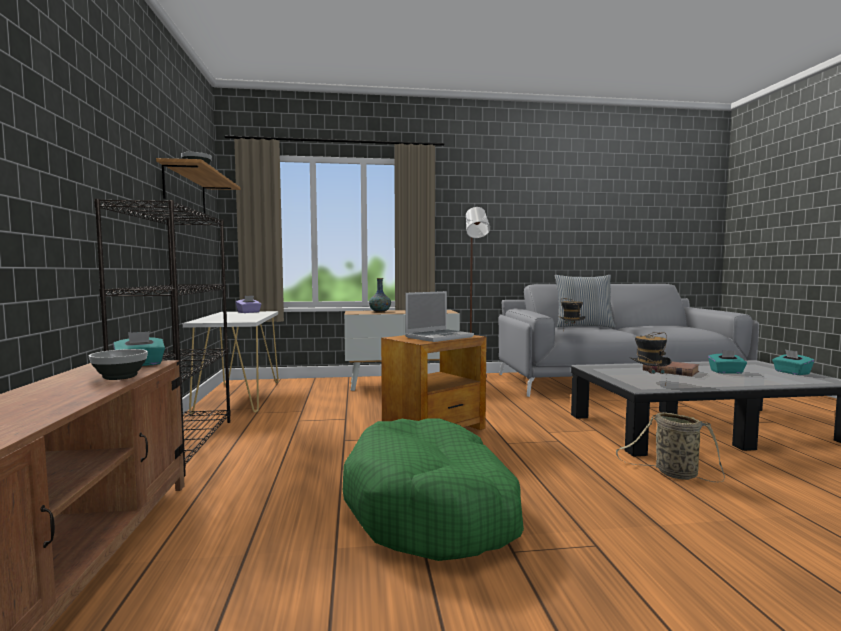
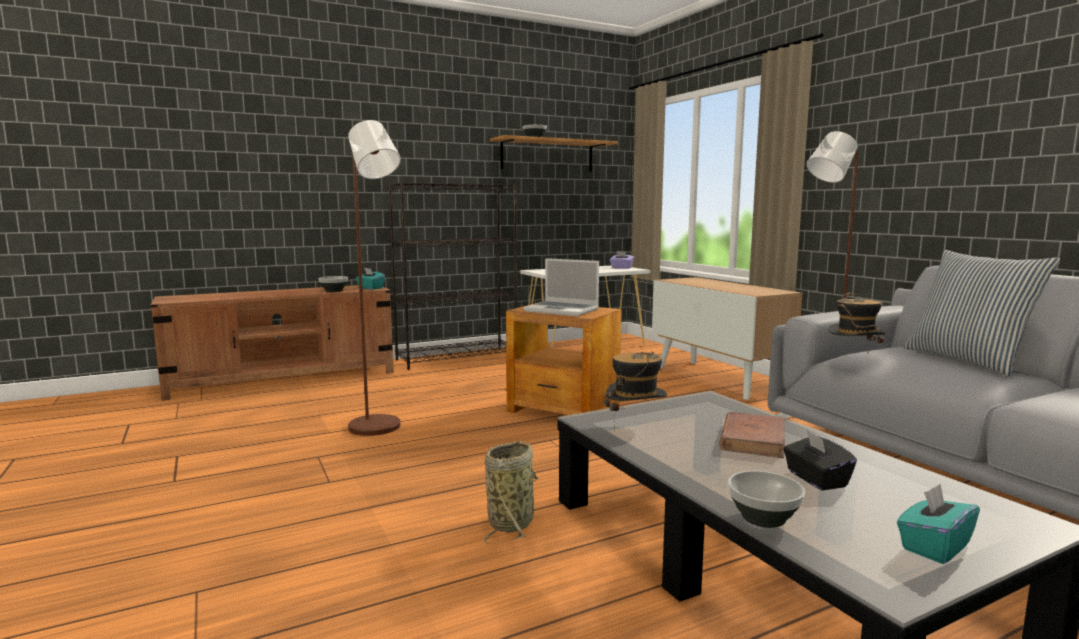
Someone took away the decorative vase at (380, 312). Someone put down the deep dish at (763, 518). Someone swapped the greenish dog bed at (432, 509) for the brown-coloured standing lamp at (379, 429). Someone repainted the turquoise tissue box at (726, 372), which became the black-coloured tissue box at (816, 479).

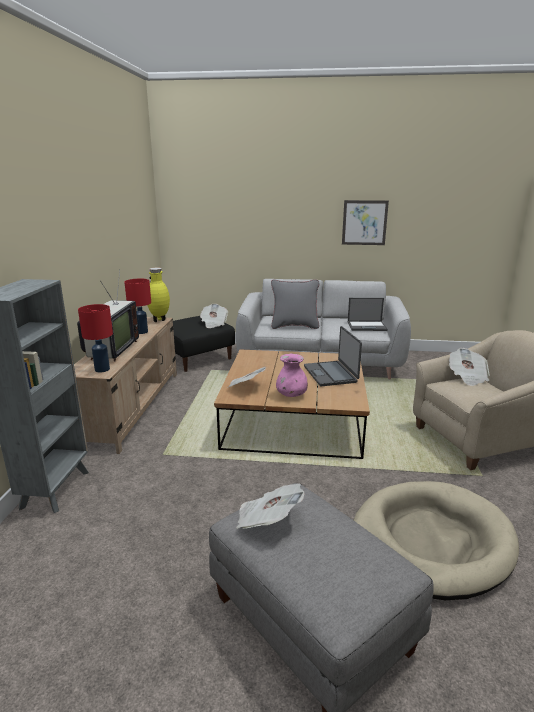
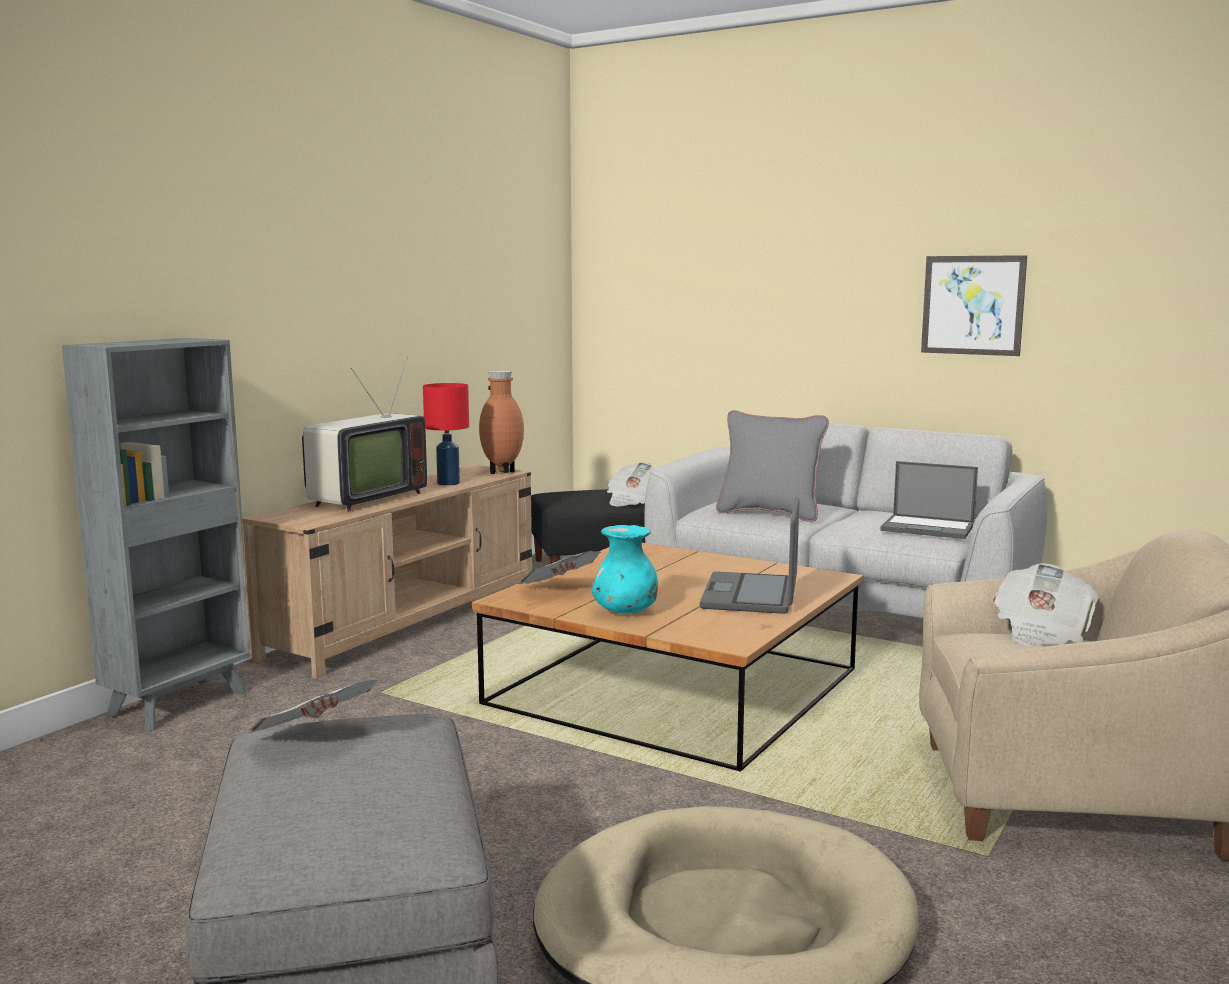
Someone took away the red lamp for a table at (102, 369). Someone repainted the yellowish decorative vase at (160, 320), which became the brown-coloured decorative vase at (502, 472). Someone repainted the pink decorative vase at (291, 395), which became the turquoise decorative vase at (625, 612).

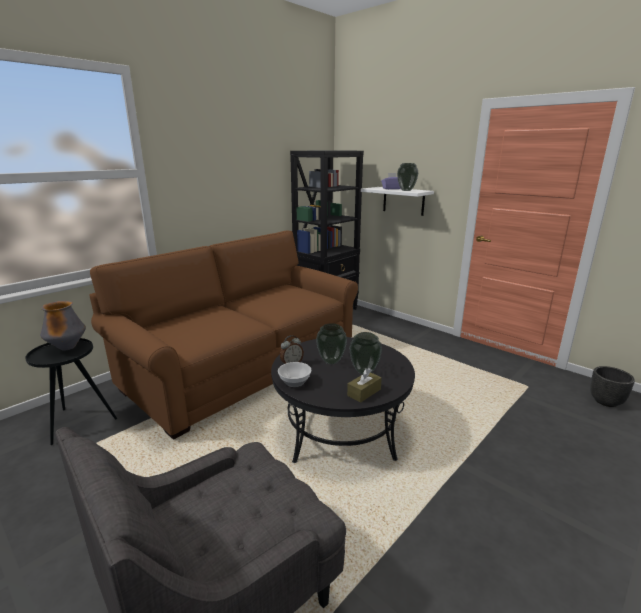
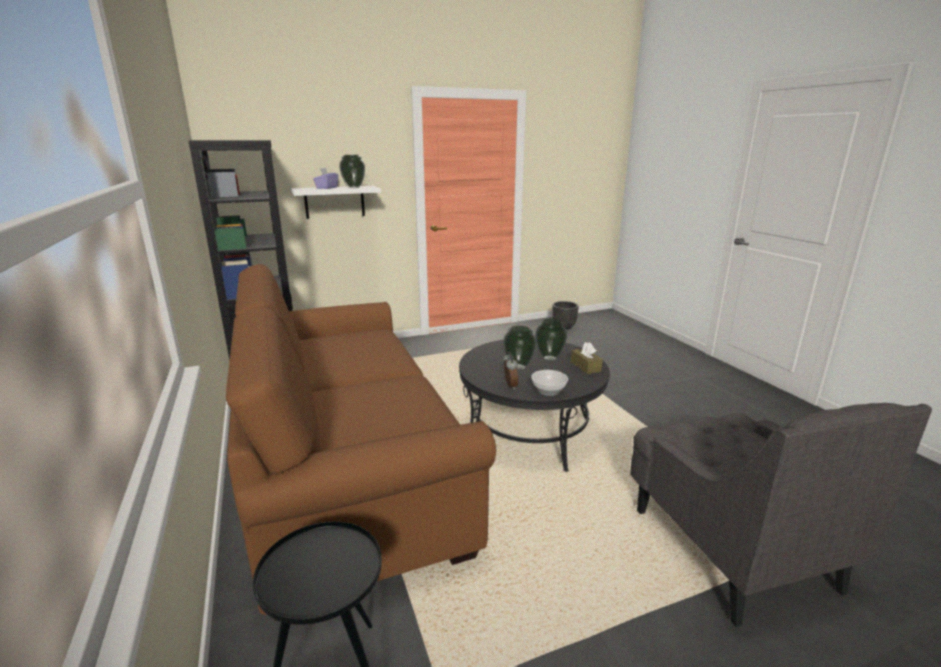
Someone took away the decorative vase at (67, 347).

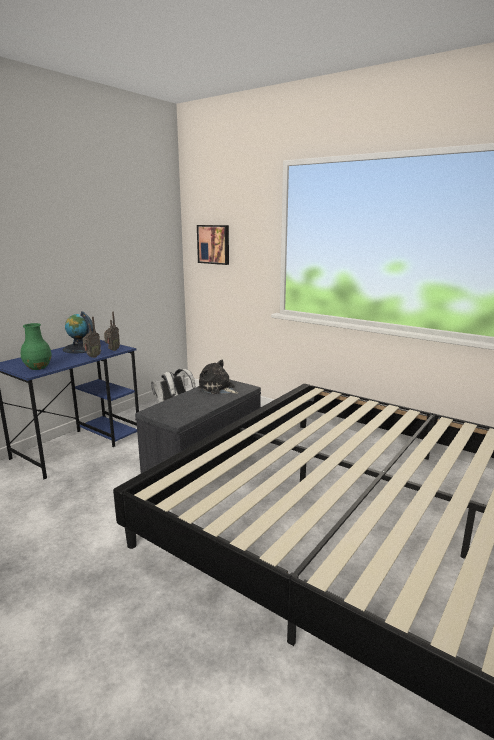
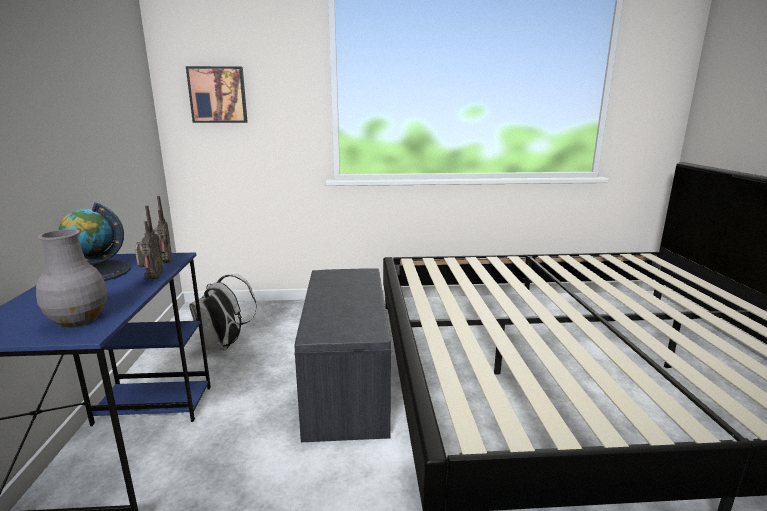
Someone took away the cuddly toy at (218, 388). Someone repainted the greenish decorative vase at (38, 367), which became the gray decorative vase at (78, 320).

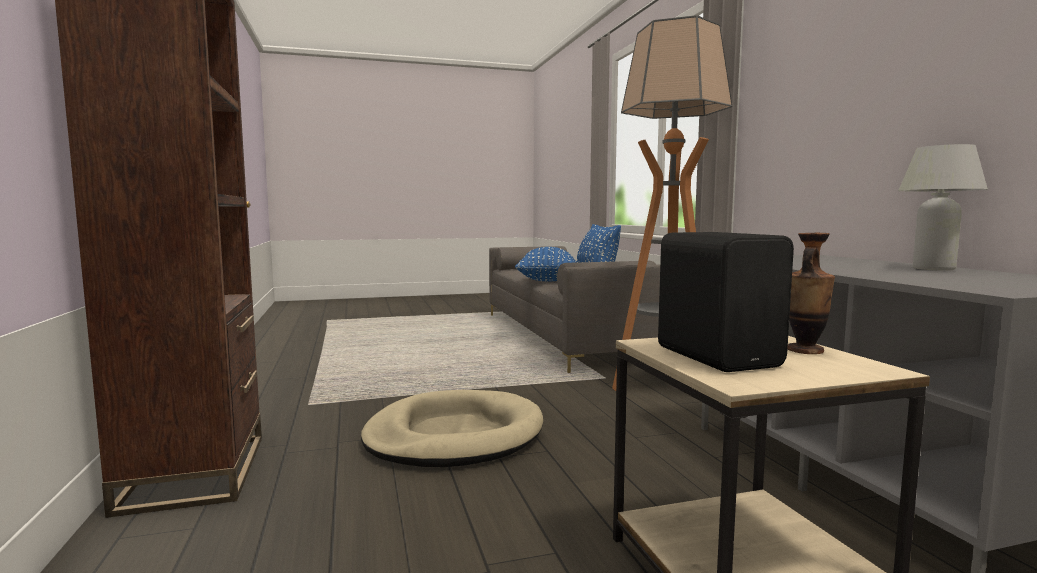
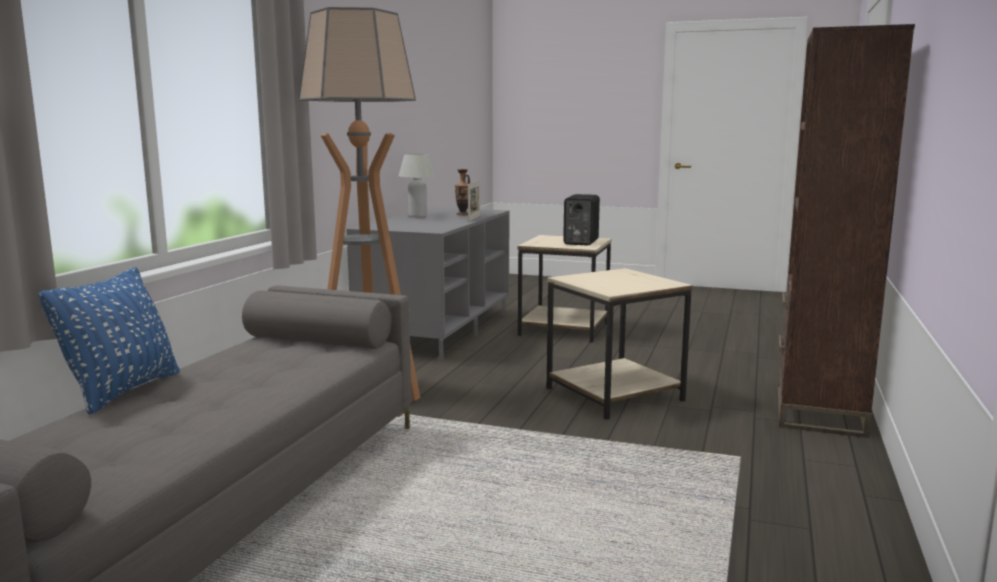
Someone took away the bluish pillow at (547, 281). Someone put down the standing frame at (474, 218). Someone carried the decorative vase from (805, 350) to (463, 214). Someone swapped the beige dog bed at (454, 436) for the beige end table at (616, 394).

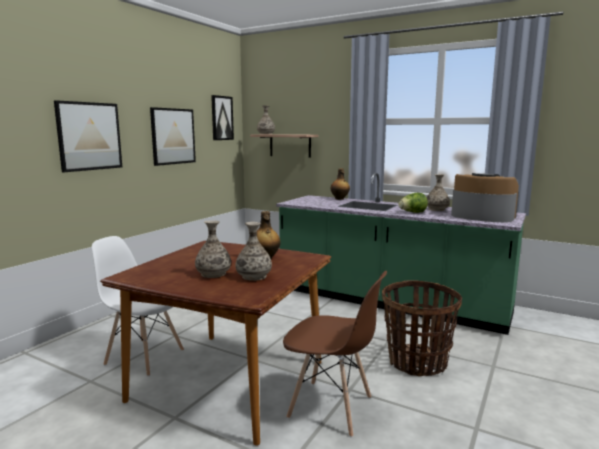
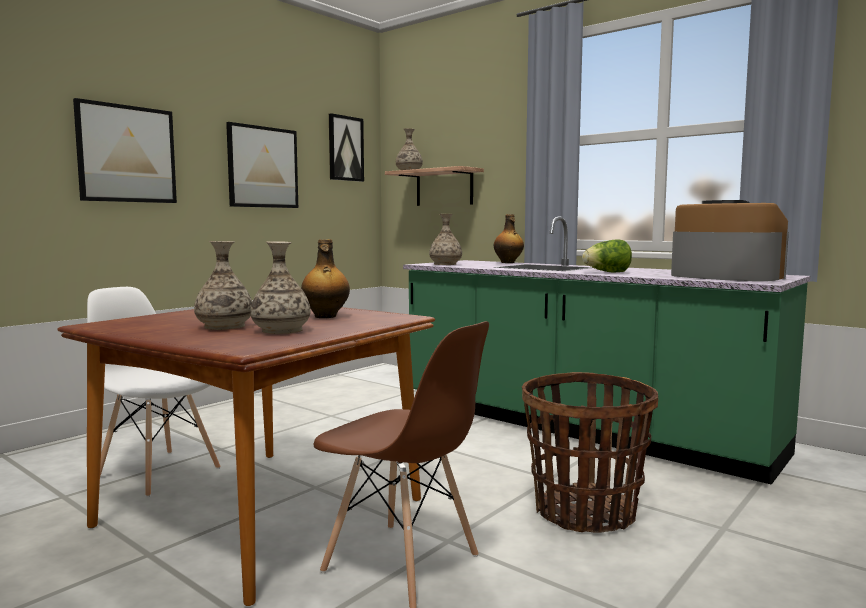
Someone carried the decorative vase from (436, 209) to (445, 264).

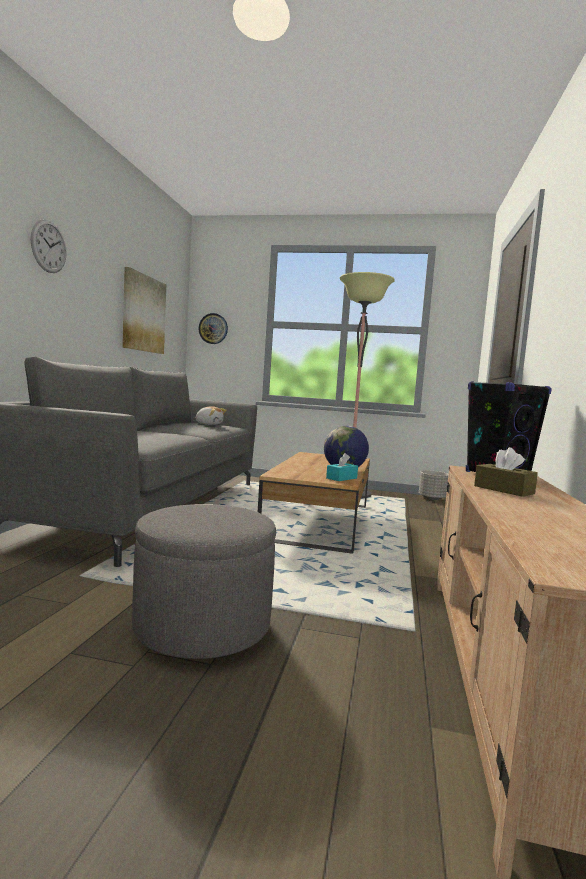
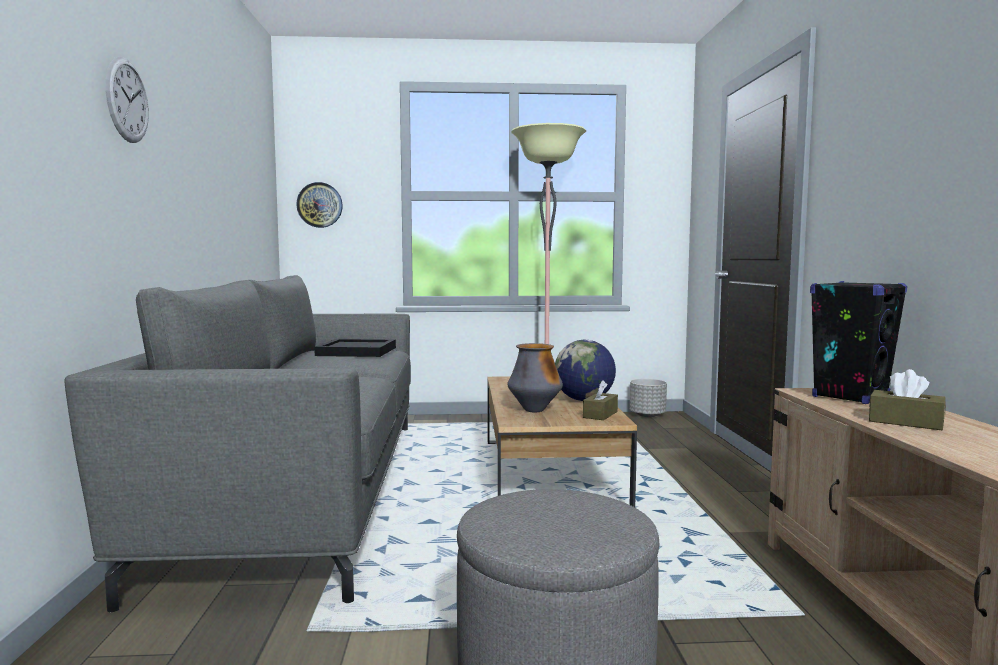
Someone took away the picture at (143, 313). Someone put down the decorative vase at (534, 410). Someone swapped the cuddly toy at (209, 424) for the black-coloured carrying tray at (356, 351). Someone repainted the turquoise tissue box at (341, 478), which became the brown-coloured tissue box at (600, 414).

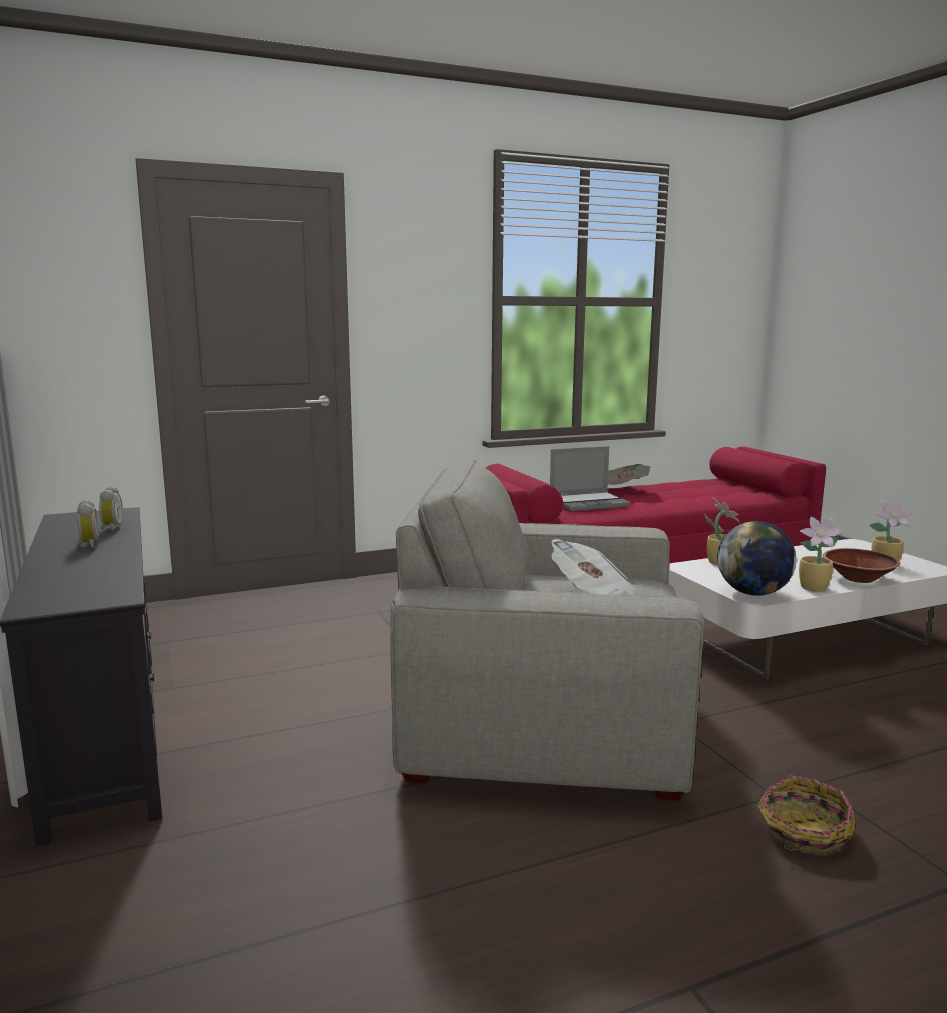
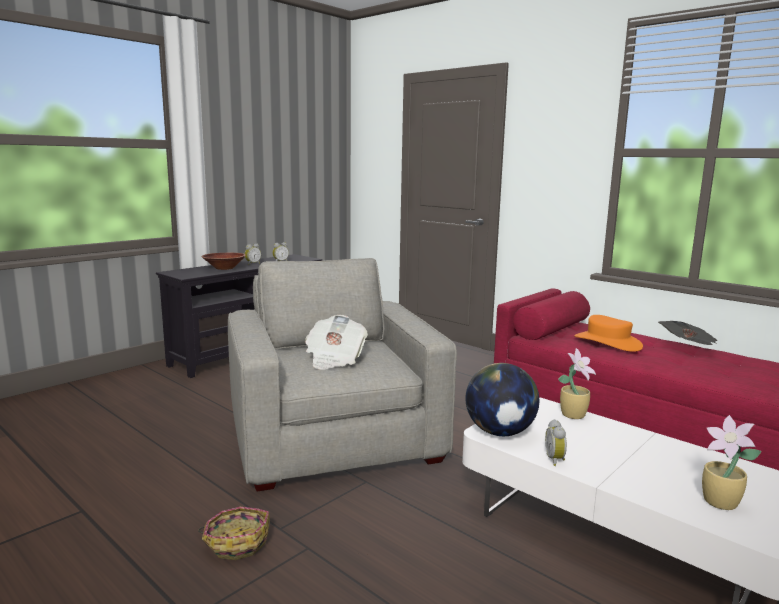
Someone carried the brown-coloured deep dish from (858, 578) to (224, 268). Someone swapped the laptop at (589, 503) for the orange-coloured hat at (607, 342). Someone swapped the houseplant at (815, 588) for the alarm clock at (556, 460).

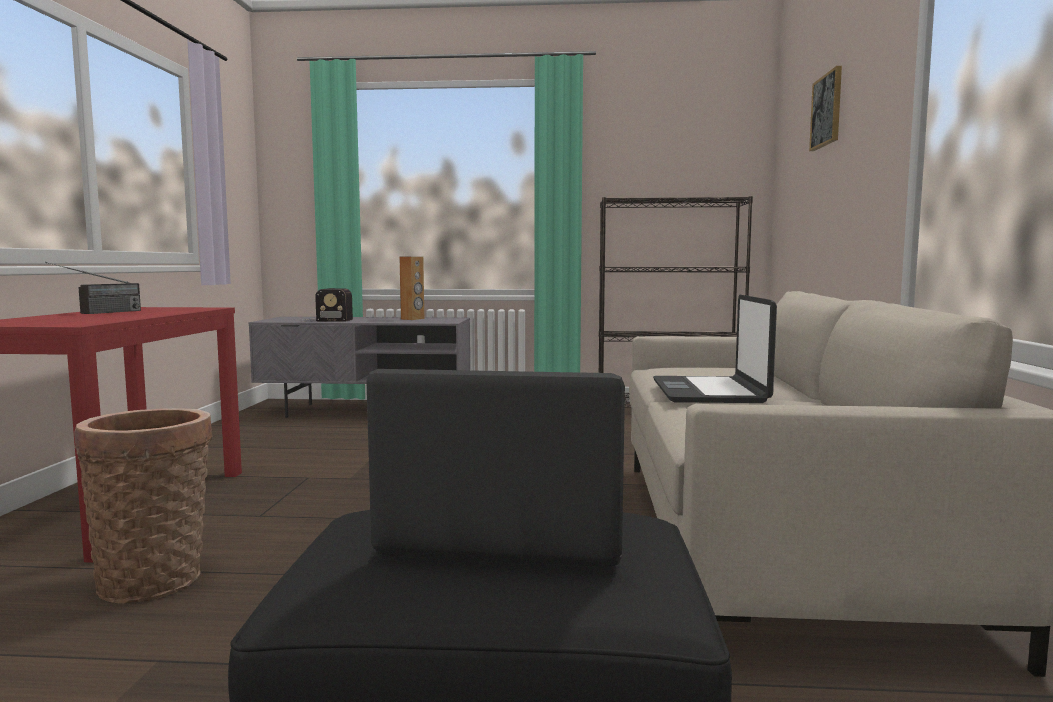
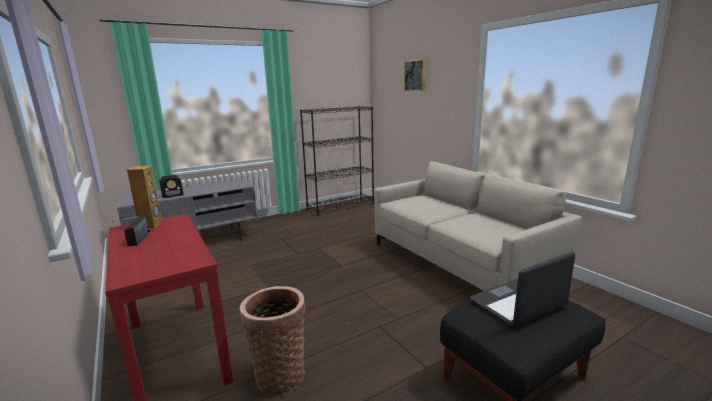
Someone took away the laptop at (710, 392). Someone carried the brown-coloured speaker from (412, 319) to (151, 225).

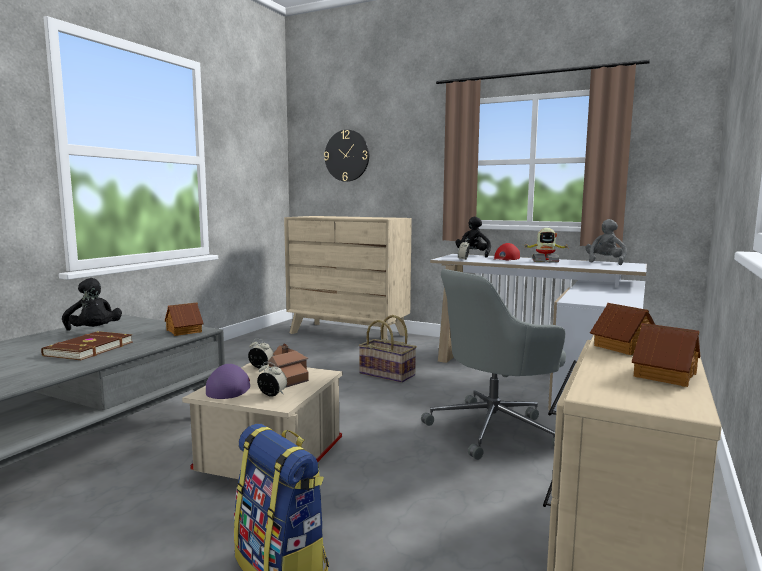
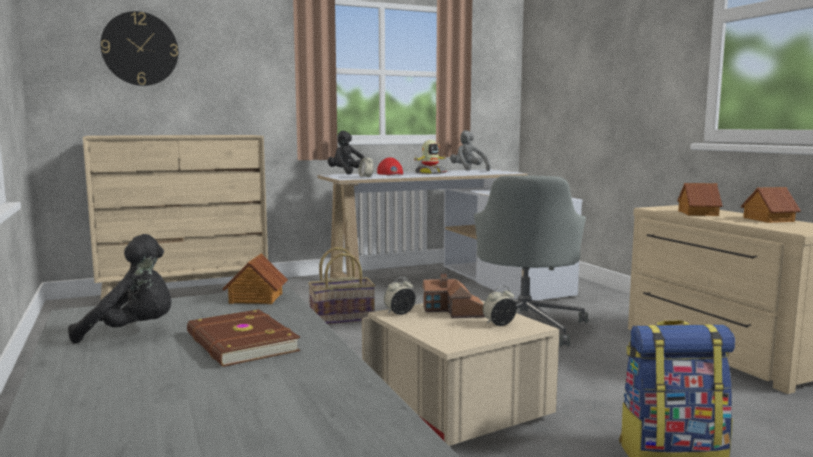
Someone took away the purplish cap at (230, 388).

